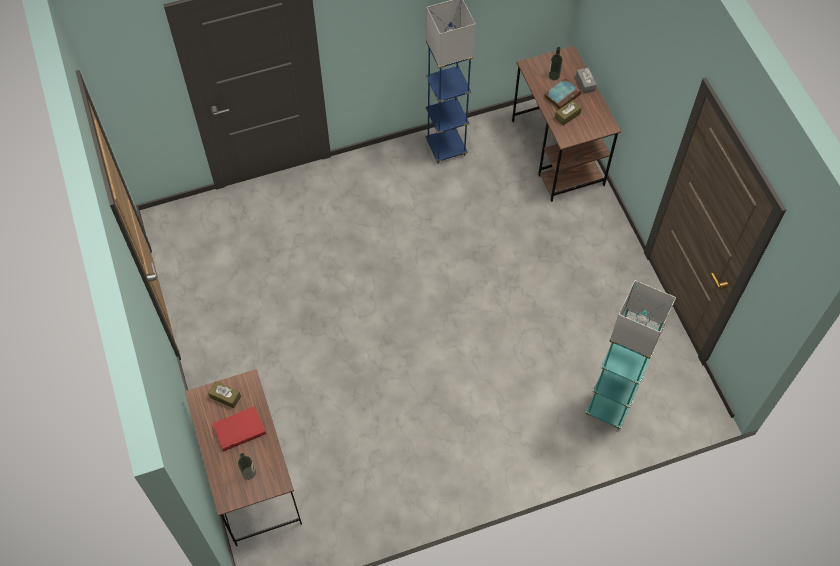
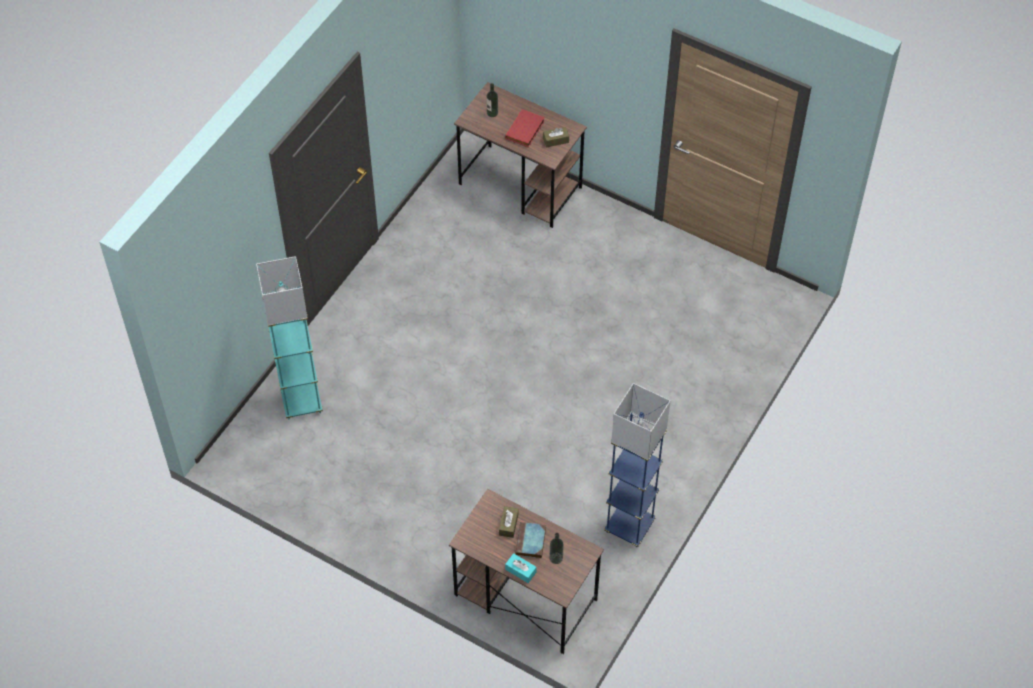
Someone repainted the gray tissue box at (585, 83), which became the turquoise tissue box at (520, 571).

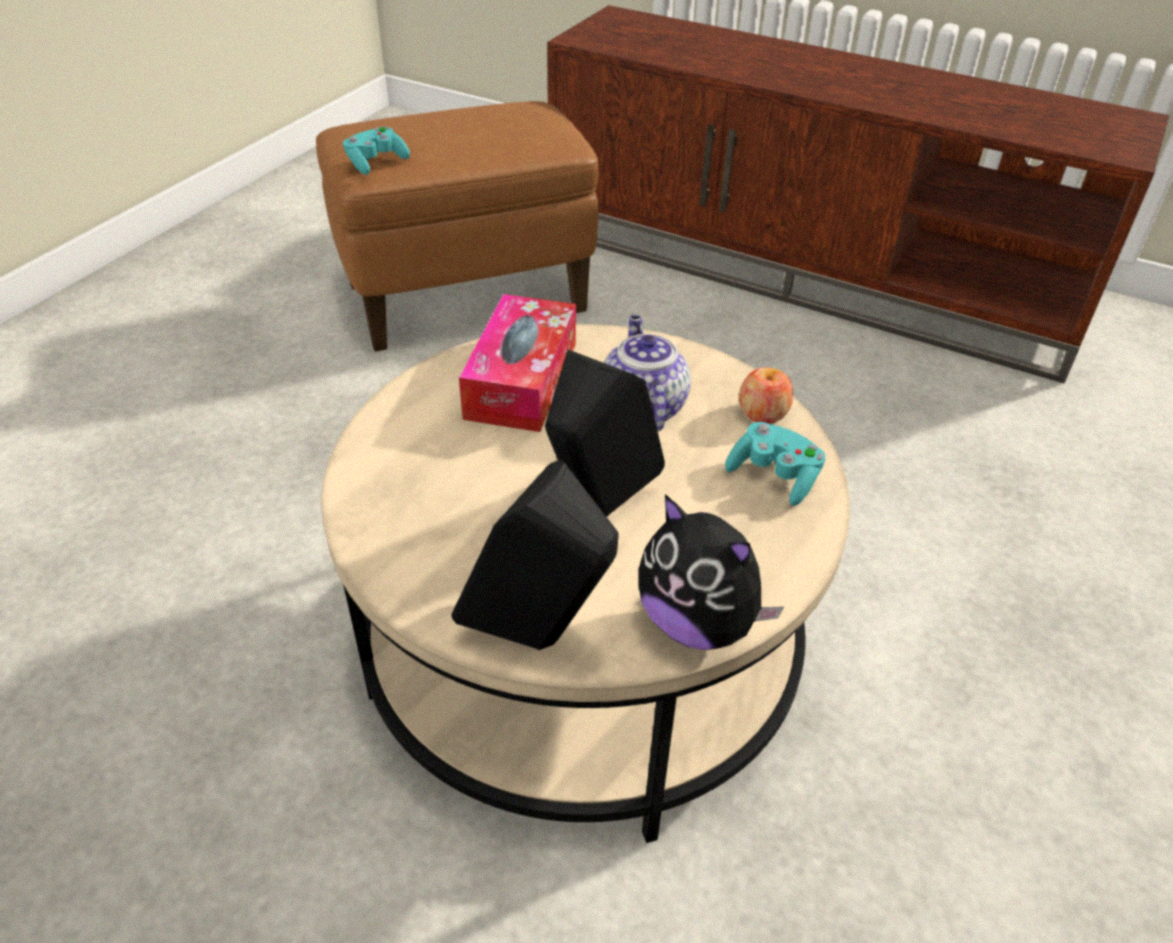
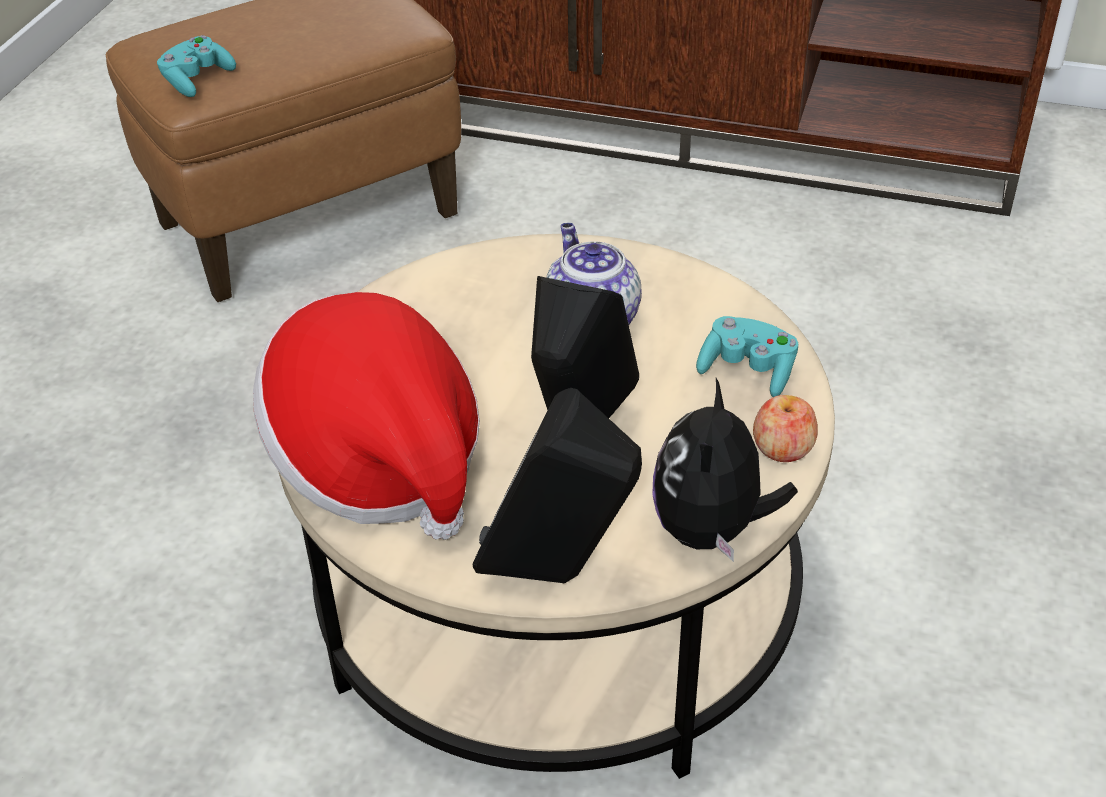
Someone took away the tissue box at (521, 380). Someone put down the hat at (378, 461). Someone carried the whole apple from (763, 413) to (783, 447). Someone rotated the cuddly toy at (698, 623) by 75 degrees clockwise.

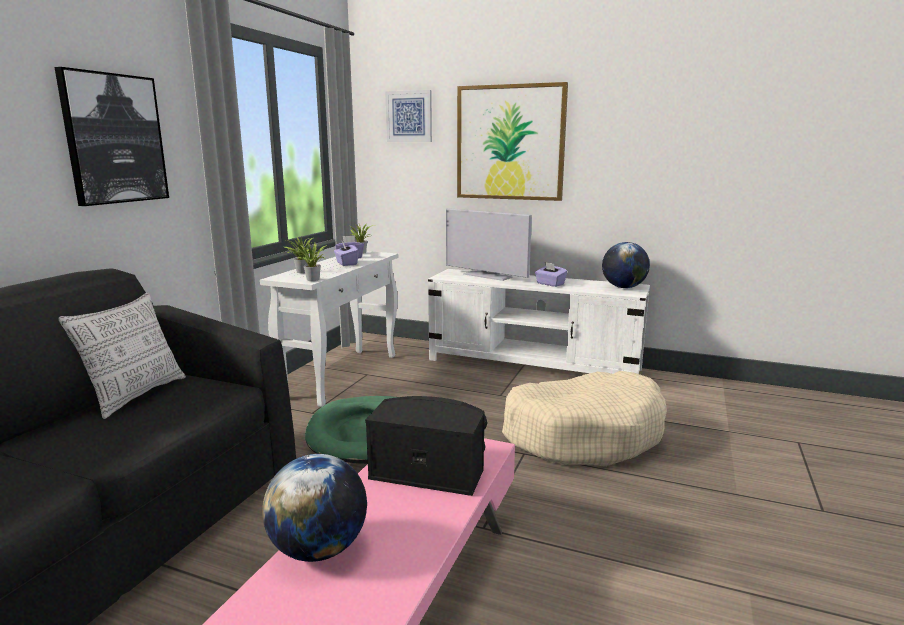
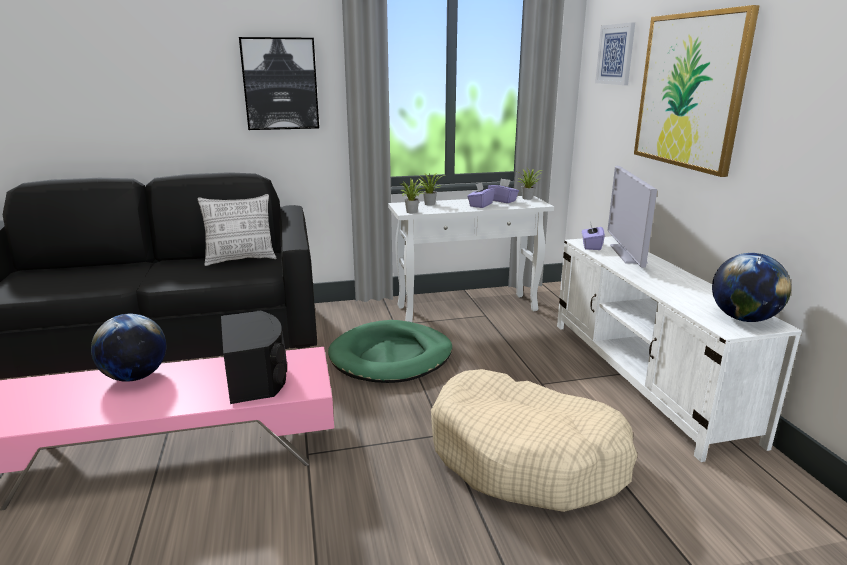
Someone carried the purplish tissue box from (550, 284) to (591, 246).

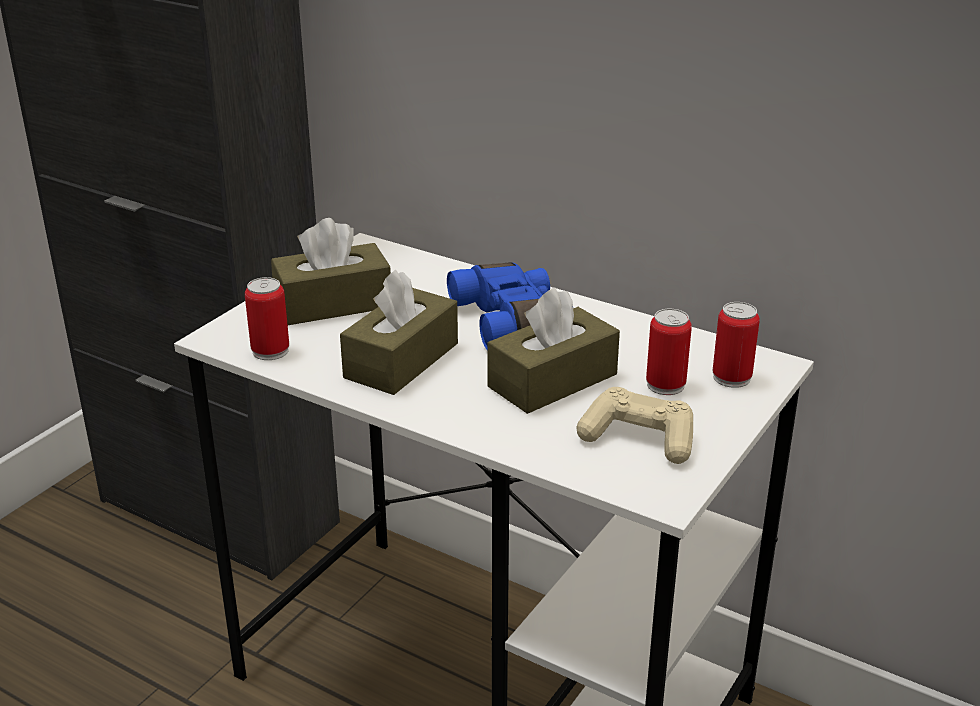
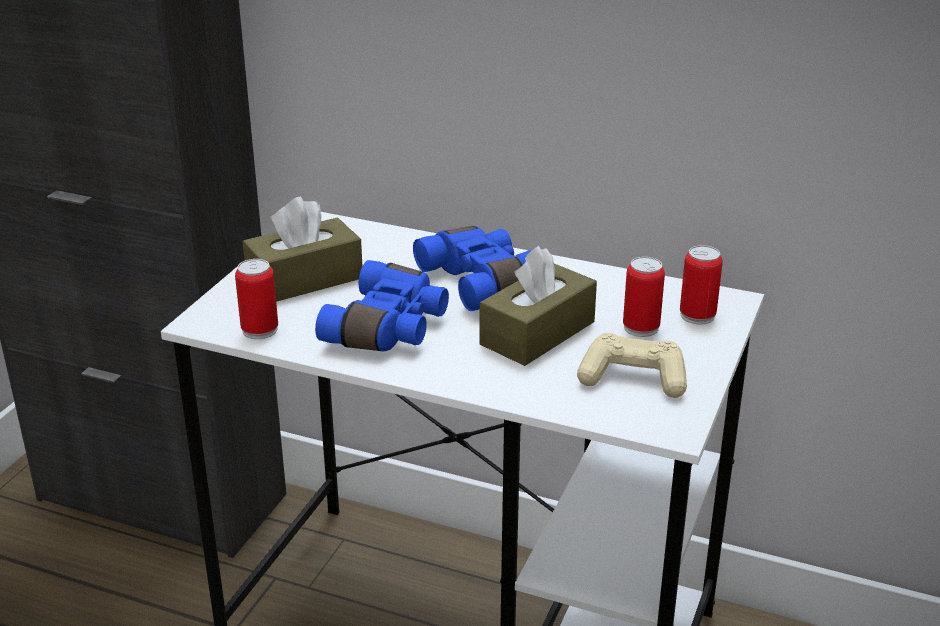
Someone swapped the brown-coloured tissue box at (401, 360) for the bluish pair of binoculars at (390, 327).

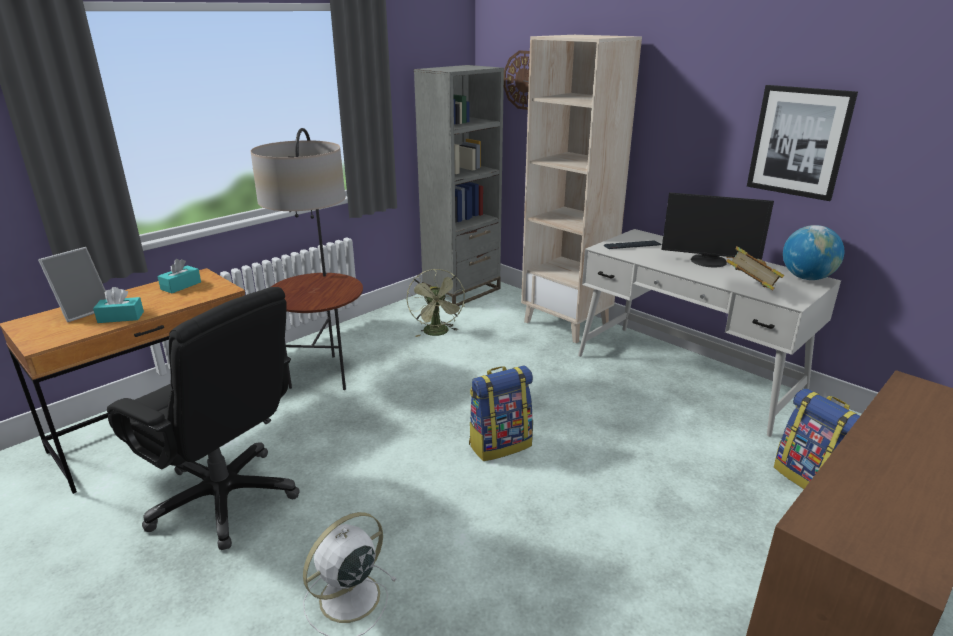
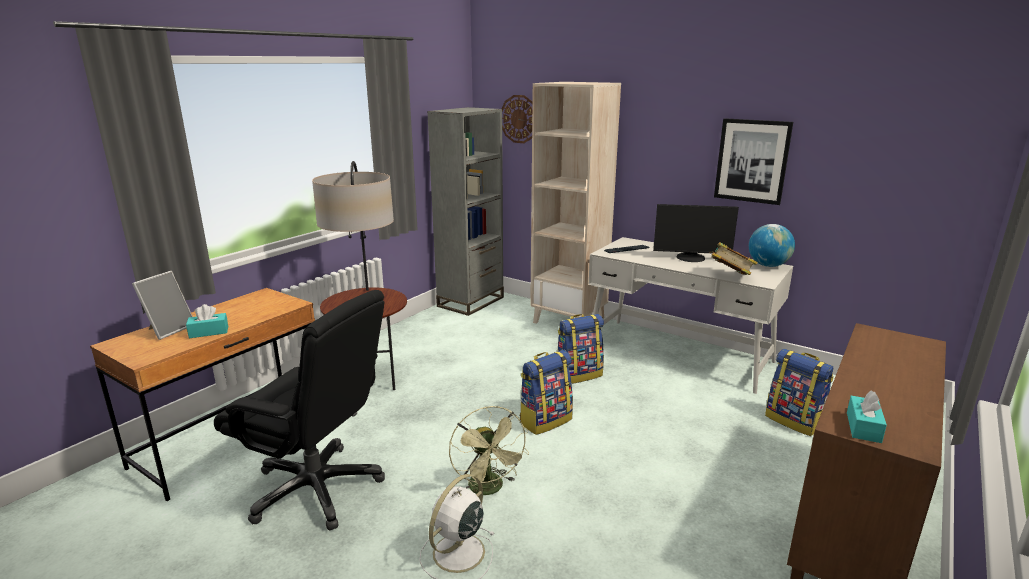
Someone put down the backpack at (578, 374). Someone carried the turquoise tissue box from (181, 286) to (863, 427). Someone carried the greenish cooling fan from (438, 333) to (490, 489).

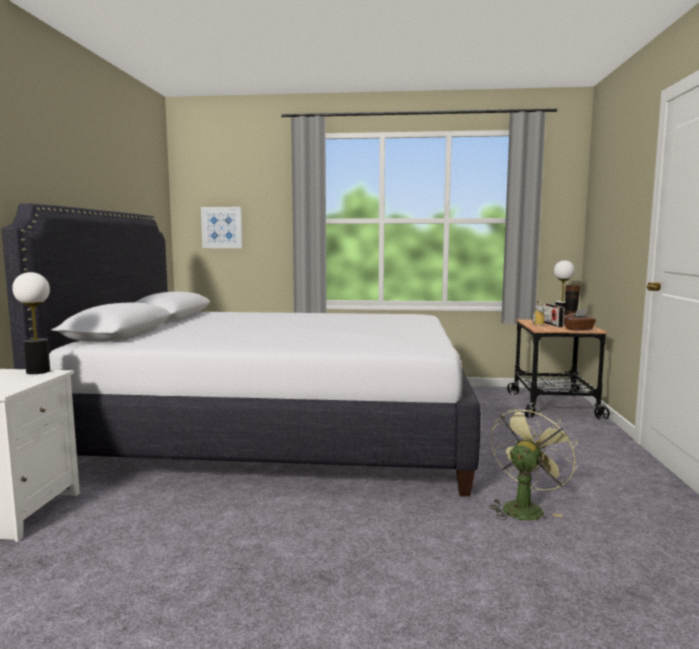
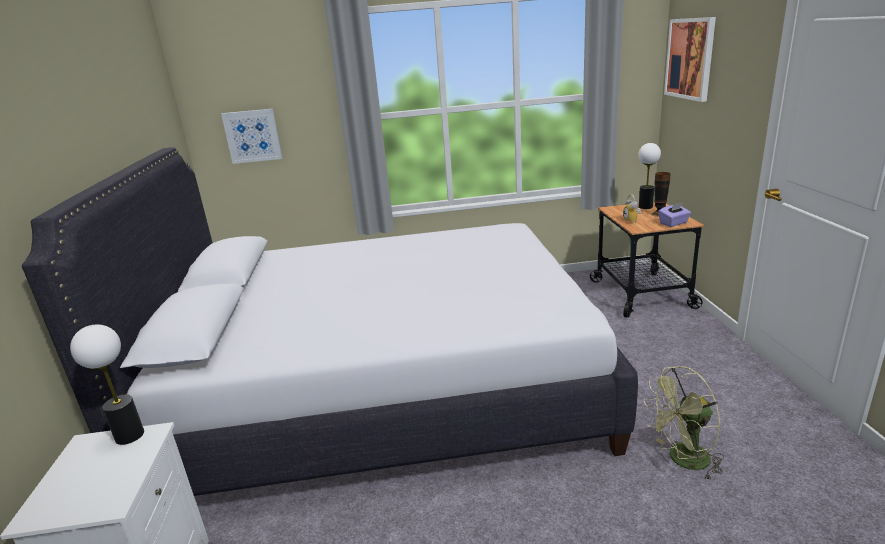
Someone took away the radio receiver at (552, 324). Someone put up the picture at (690, 58). Someone repainted the brown-coloured tissue box at (579, 329), which became the purplish tissue box at (673, 223). Someone rotated the greenish cooling fan at (525, 507) by 135 degrees counterclockwise.

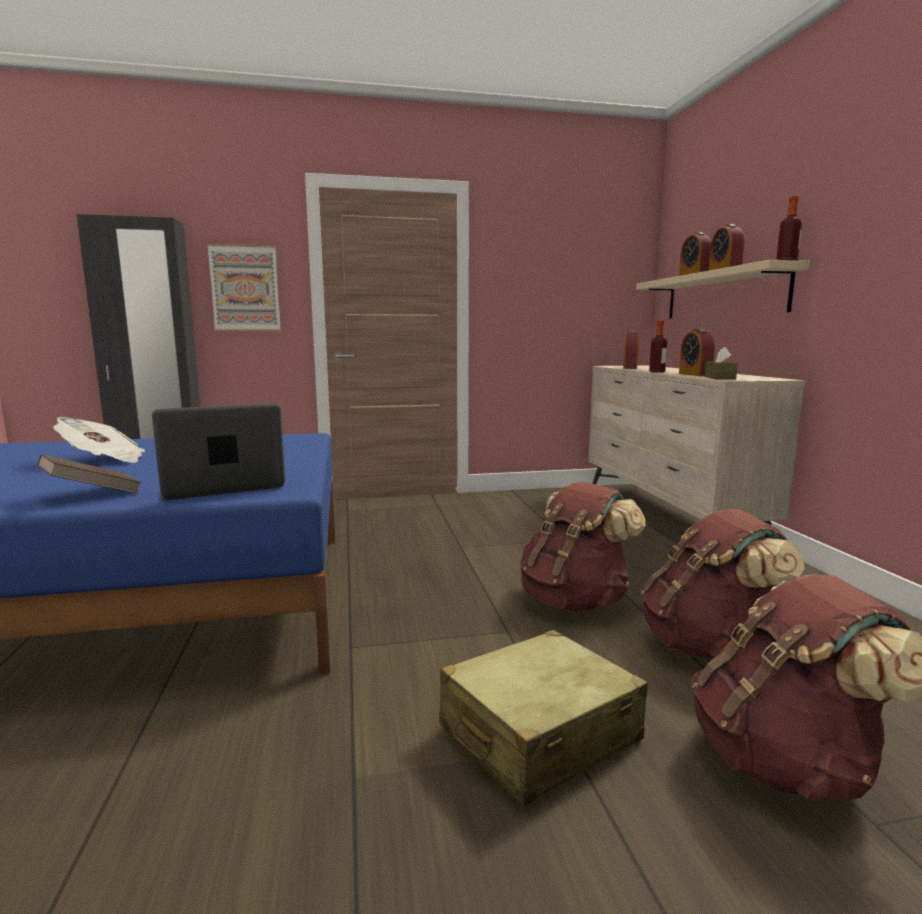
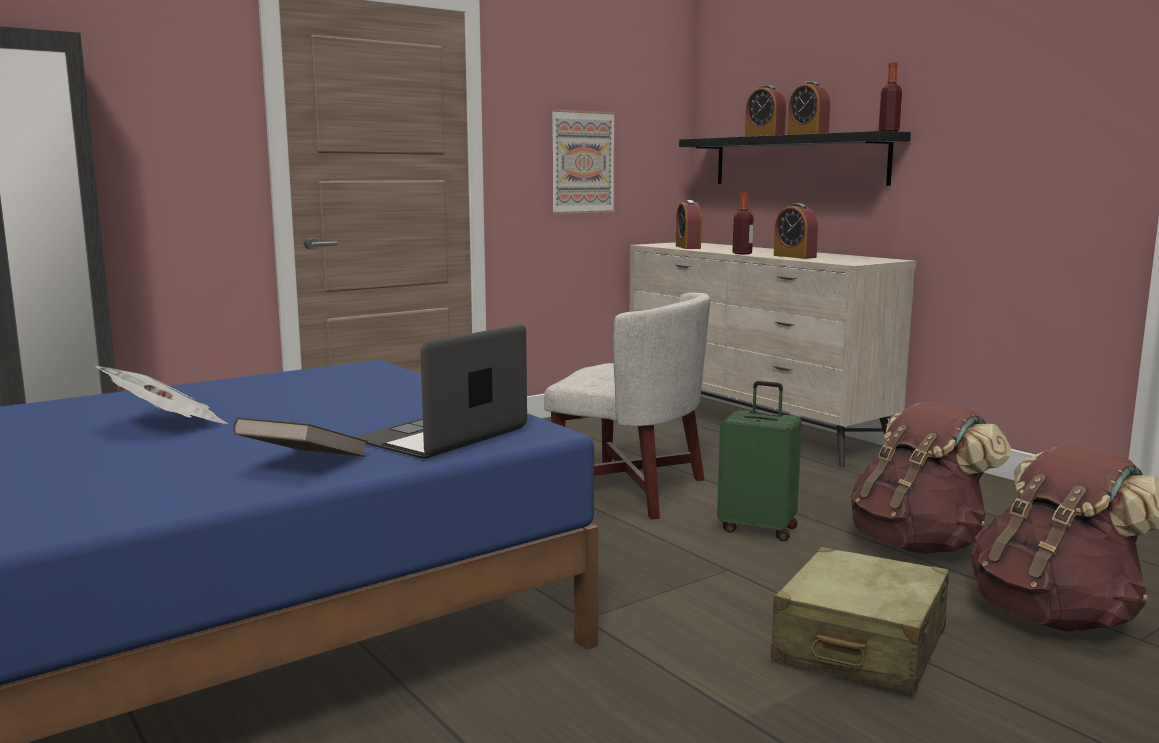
Someone took away the brown-coloured tissue box at (719, 378). Someone put down the white easy chair at (632, 490). Someone carried the picture from (245, 288) to (582, 162). Someone swapped the brown-coloured backpack at (574, 600) for the greenish piece of luggage at (758, 528). Someone repainted the beige wall shelf at (723, 295), which became the black-coloured wall shelf at (798, 160).

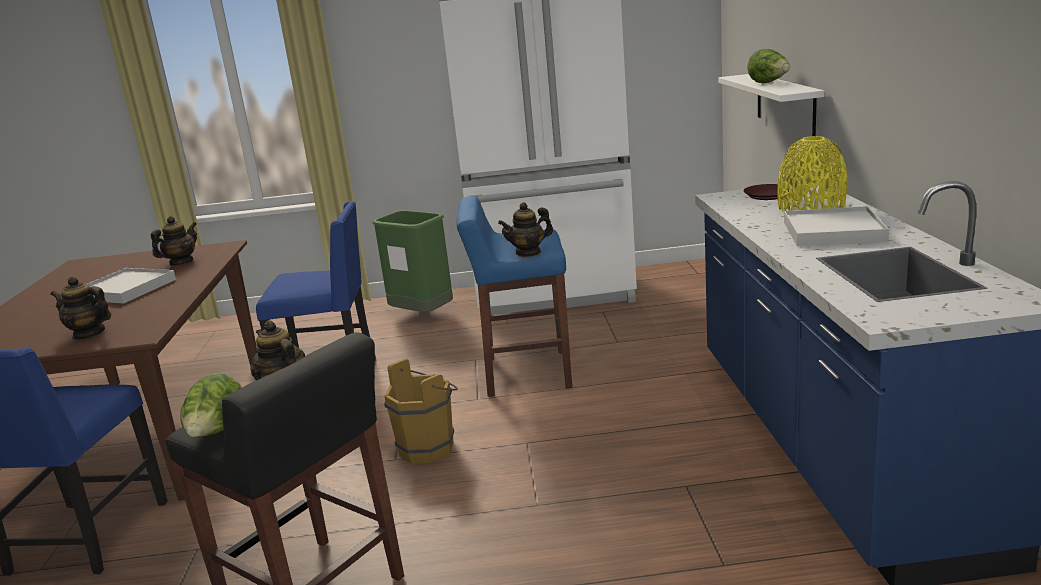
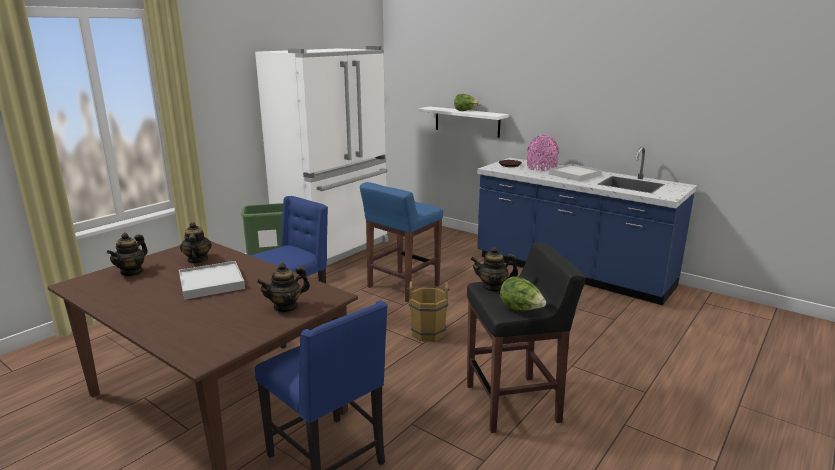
Someone carried the tea pot from (528, 253) to (132, 272). Someone repainted the yellowish decorative vase at (811, 208), which became the pink decorative vase at (541, 168).

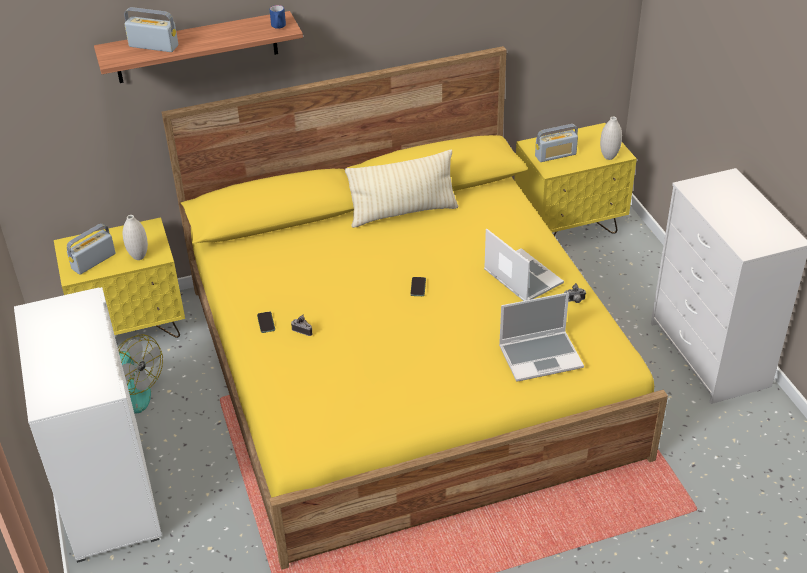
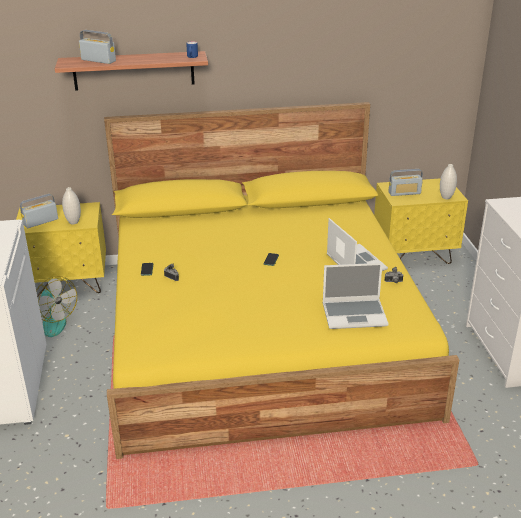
Someone took away the beige pillow at (403, 213).

